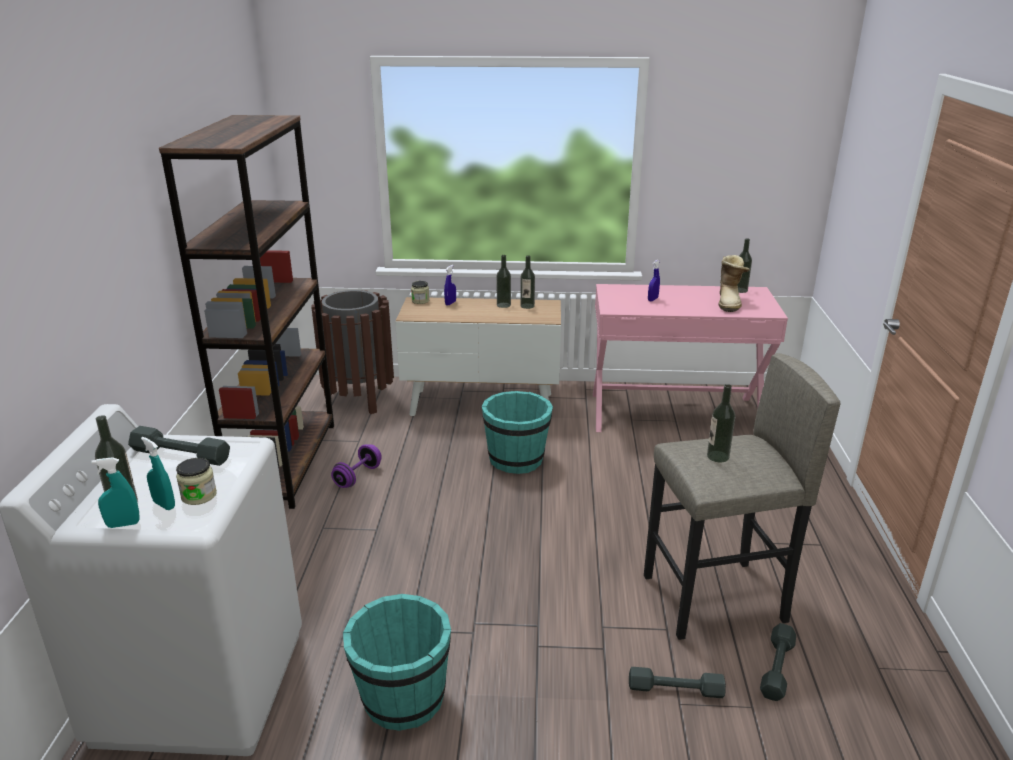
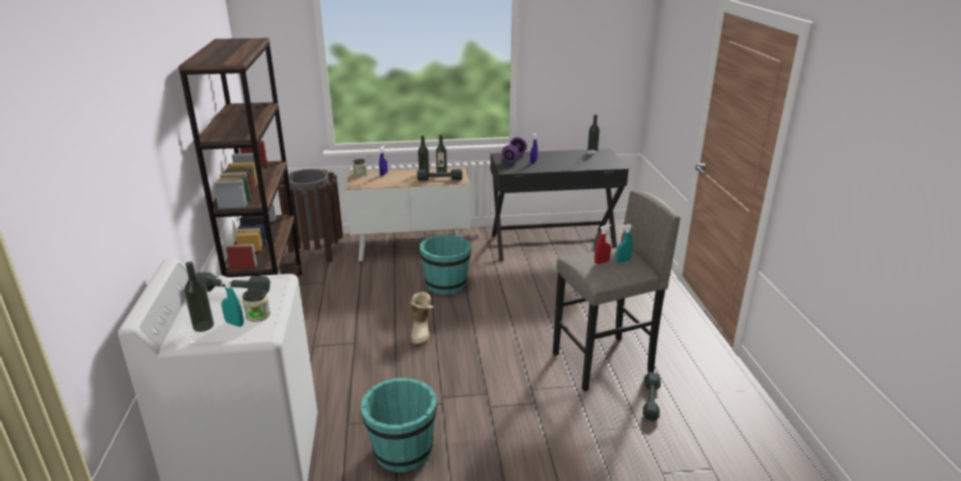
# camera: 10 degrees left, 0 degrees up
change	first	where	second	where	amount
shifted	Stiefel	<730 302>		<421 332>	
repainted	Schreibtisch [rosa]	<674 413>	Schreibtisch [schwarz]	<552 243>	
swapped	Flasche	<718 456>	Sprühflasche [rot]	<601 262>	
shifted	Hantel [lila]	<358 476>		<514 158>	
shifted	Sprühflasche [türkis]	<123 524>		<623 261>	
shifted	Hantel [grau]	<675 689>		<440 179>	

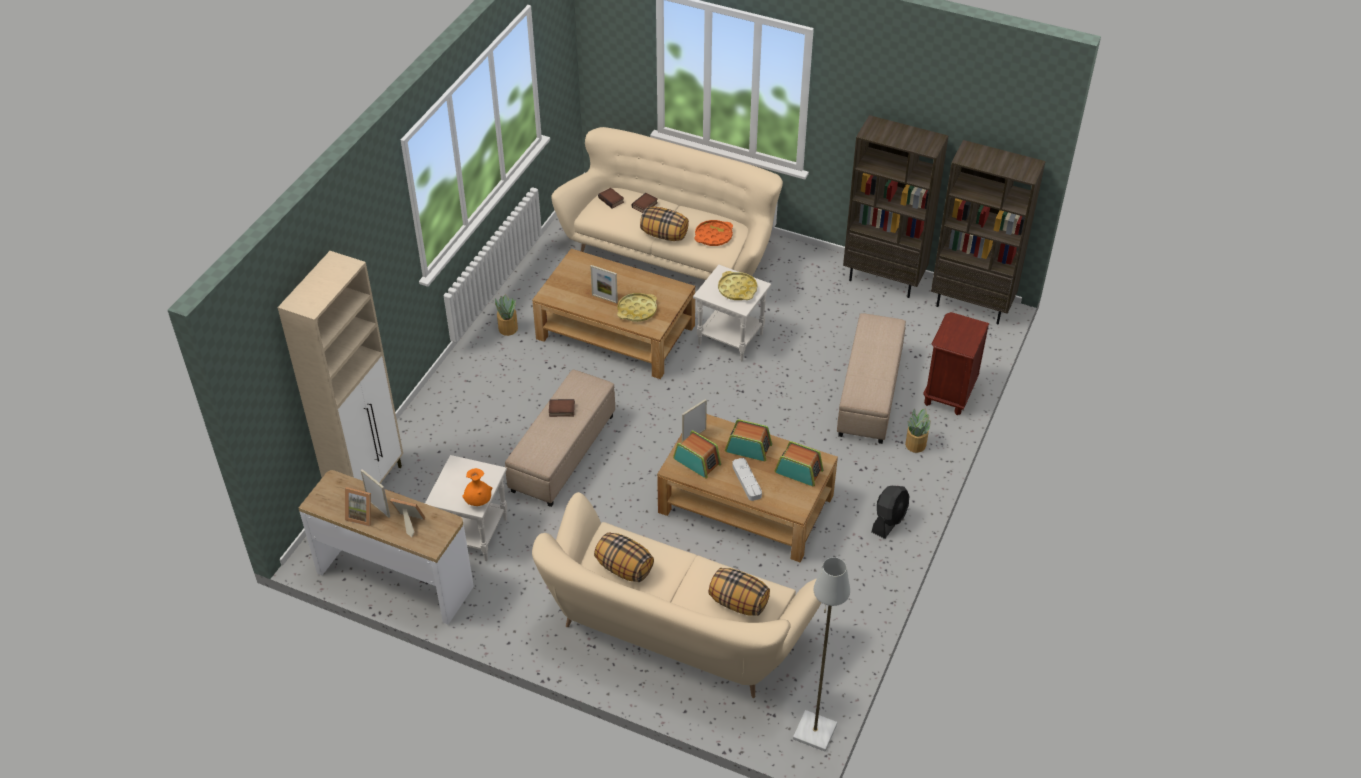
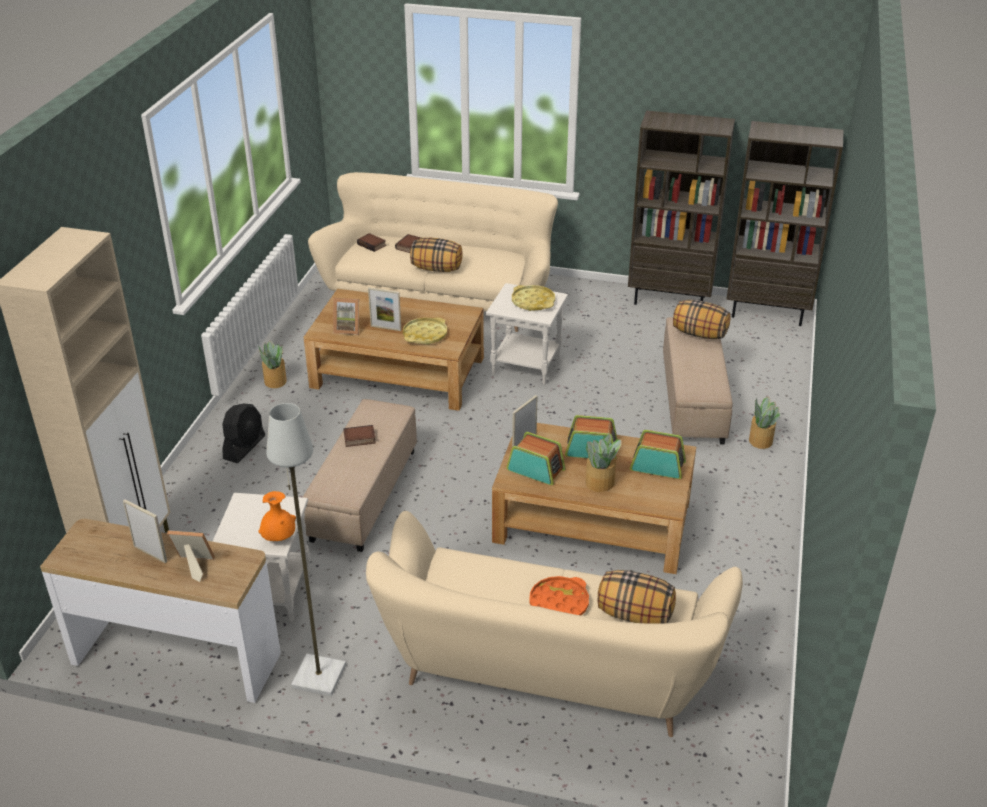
# camera: 10 degrees left, 10 degrees down
change	first	where	second	where	amount
shifted	Tablett [orange]	<713 236>		<558 604>	
gone	Nachttisch [braun]	<949 394>			
swapped	Tablett [grau]	<746 481>	Topfpflanze	<600 482>	
shifted	Ventilator [schwarz]	<889 521>		<244 447>	
shifted	Bilderrahmen	<362 515>		<348 329>	
shifted	Kissen	<624 568>		<699 334>	
shifted	Stehlampe [grau]	<814 732>		<318 677>	

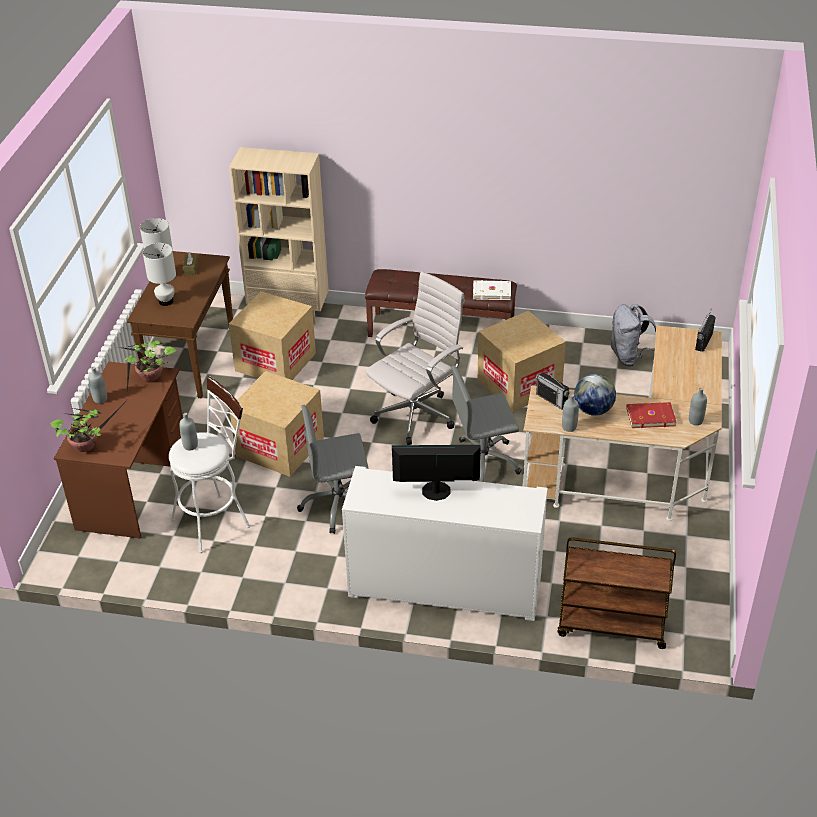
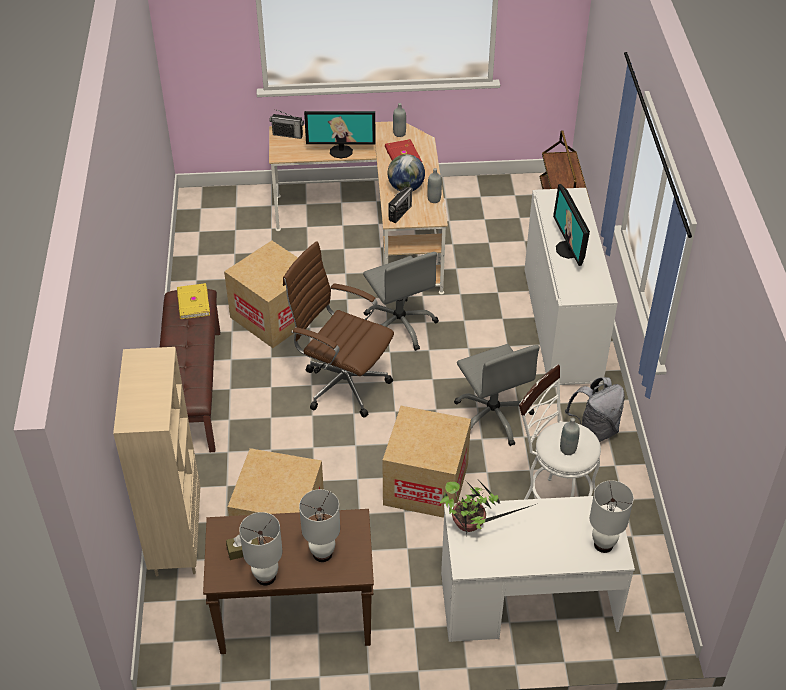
# camera: 105 degrees left, 5 degrees up
change	first	where	second	where	amount
repainted	Bürostuhl [weiß]	<417 414>	Bürostuhl [braun]	<342 384>	
repainted	Buch [weiß]	<491 291>	Buch [gelb]	<192 303>	
shifted	Rucksack [grau]	<629 357>		<594 432>	
repainted	Schreibtisch [braun]	<133 483>	Schreibtisch [weiß]	<527 602>	
gone	Flasche [grau]	<100 399>			
swapped	Topfpflanze	<87 446>	Tischlampe [weiß]	<603 544>	
new			Monitor	<341 151>	

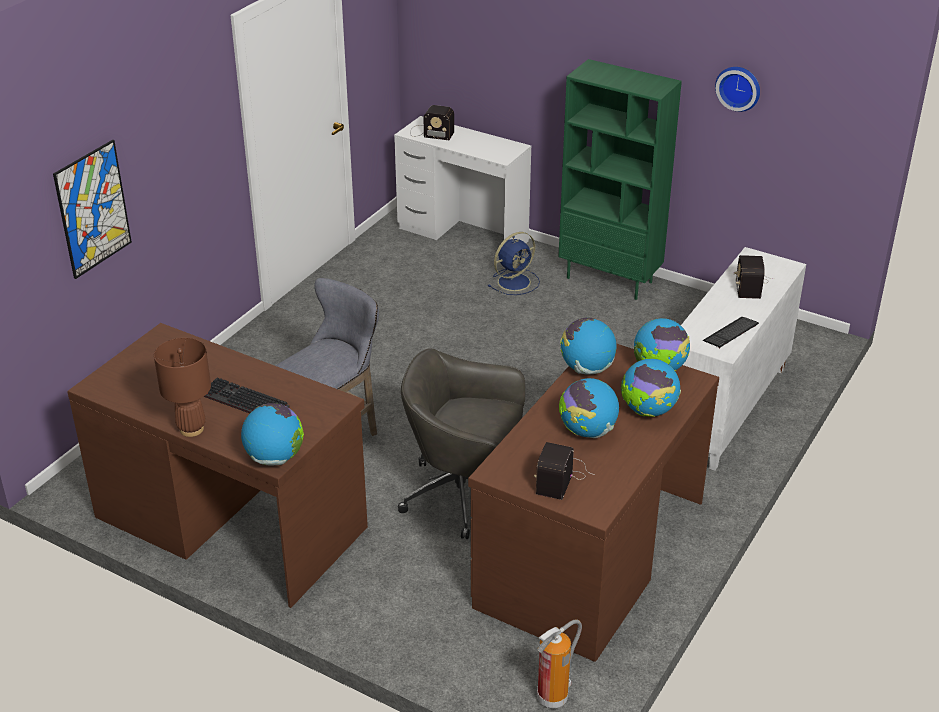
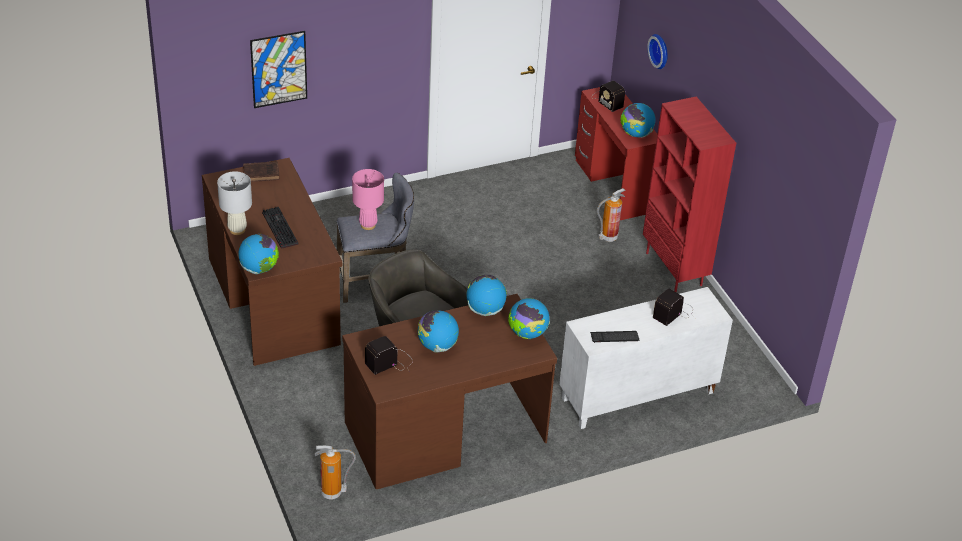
# camera: 35 degrees right, 5 degrees up
change	first	where	second	where	amount
repainted	Bücherregal [grün]	<610 279>	Bücherregal [rot]	<675 269>	
shifted	Wanduhr	<739 87>		<660 51>	
repainted	Schreibtisch [weiß]	<463 235>	Schreibtisch [rot]	<613 186>	
swapped	Ventilator [blau]	<515 281>	Feuerlöscher	<608 237>	
repainted	Tischlampe [braun]	<191 429>	Tischlampe [weiß]	<237 230>	
shifted	Globus	<648 411>		<636 134>	
new			Buch [braun]	<262 173>	
new			Tischlampe [rosa]	<368 225>	

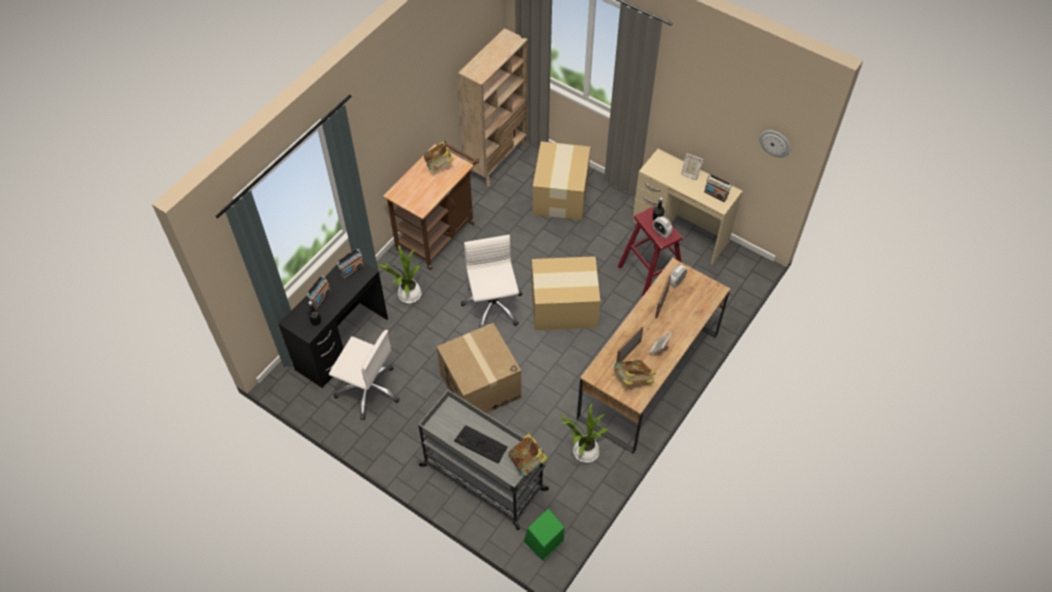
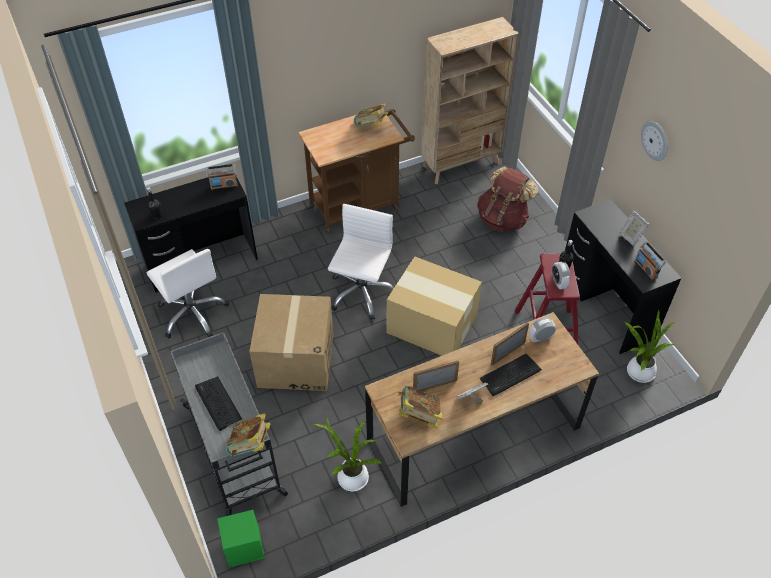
# camera: 30 degrees right, 5 degrees down
change	first	where	second	where	amount
shifted	Wanduhr	<775 143>		<655 140>	
swapped	Karton	<561 194>	Rucksack [braun]	<502 219>	
repainted	Schreibtisch [beige]	<680 231>	Schreibtisch [schwarz]	<606 306>	
shifted	Topfpflanze	<408 295>		<638 372>	
gone	Radio	<321 298>			
new			Tastatur	<510 375>	

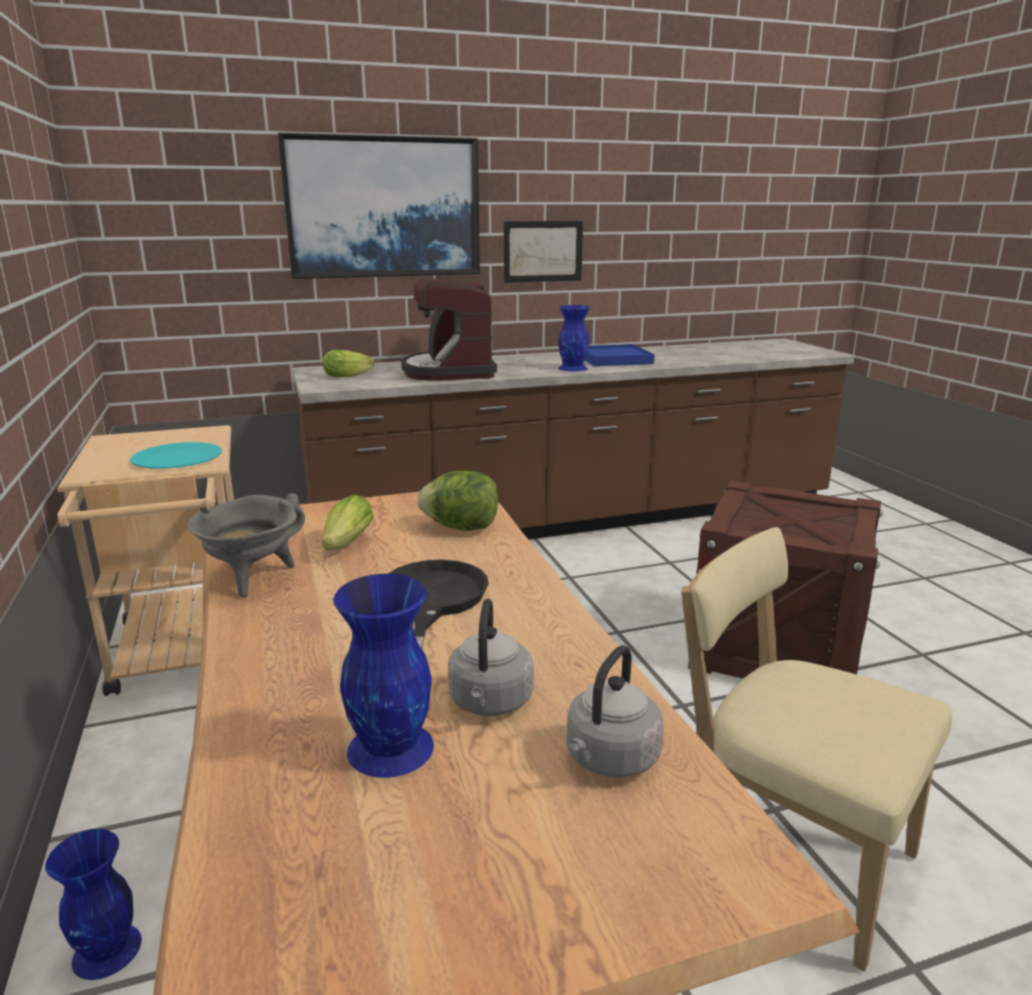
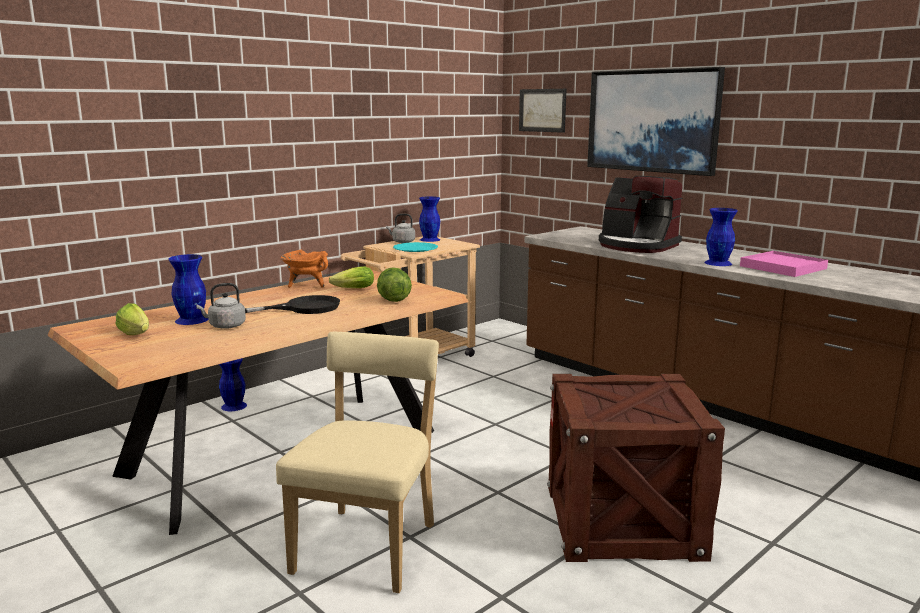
# camera: 65 degrees right, 5 degrees down
change	first	where	second	where	amount
shifted	Bild	<543 251>		<542 110>	
rotated	Kaffeemaschine	<449 371>		<637 245>	105 degrees counterclockwise
repainted	Tablett [blau]	<614 359>	Tablett [rosa]	<782 267>	
shifted	Salatkopf	<350 376>		<136 334>	
repainted	Kochtopf [grau]	<252 579>	Kochtopf [orange]	<306 285>	
shifted	Wasserkessel [grau]	<609 760>		<402 242>	
new			Vase [blau]	<430 239>	

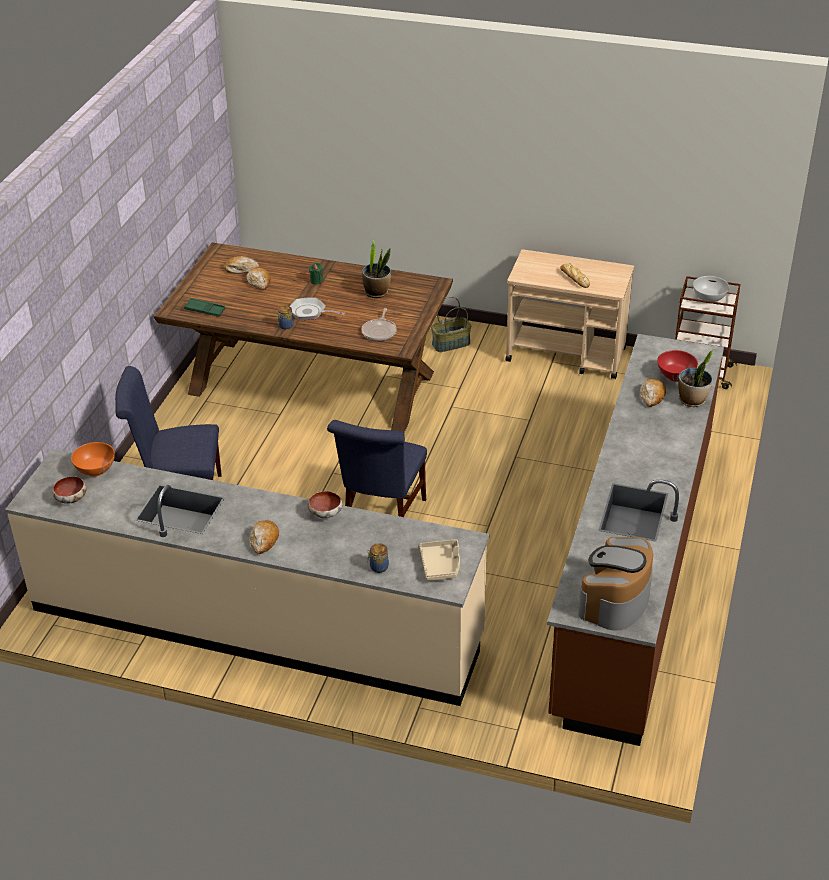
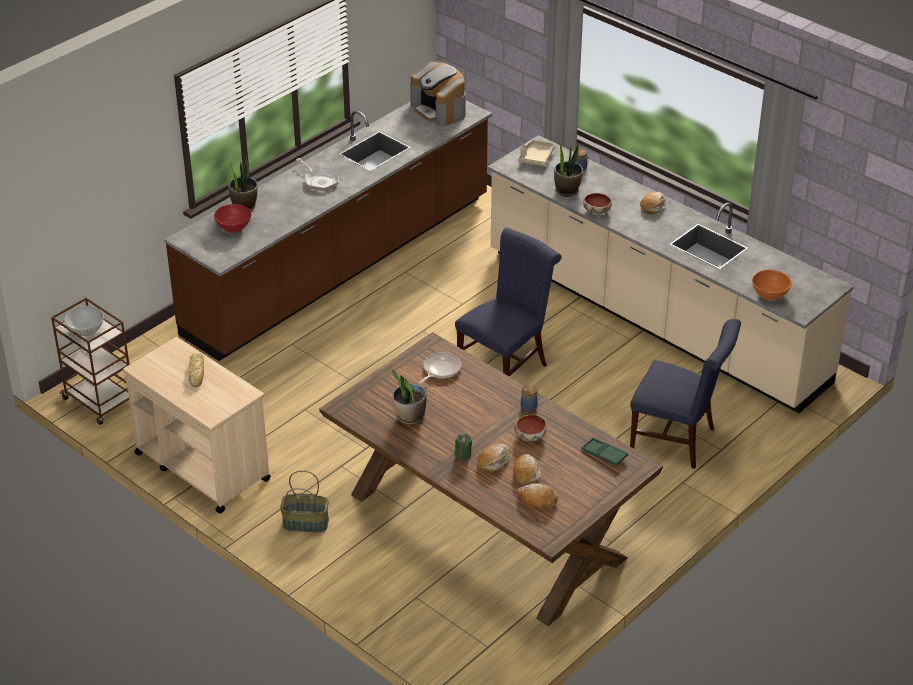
# camera: 155 degrees left, 0 degrees up
change	first	where	second	where	amount
shifted	Pfanne	<310 312>		<320 181>	
shifted	Brot	<652 396>		<493 461>	
shifted	Schüssel	<71 498>		<530 435>	
rotated	Kaffeemaschine	<615 600>		<439 110>	90 degrees clockwise
new			Topfpflanze	<567 190>	

